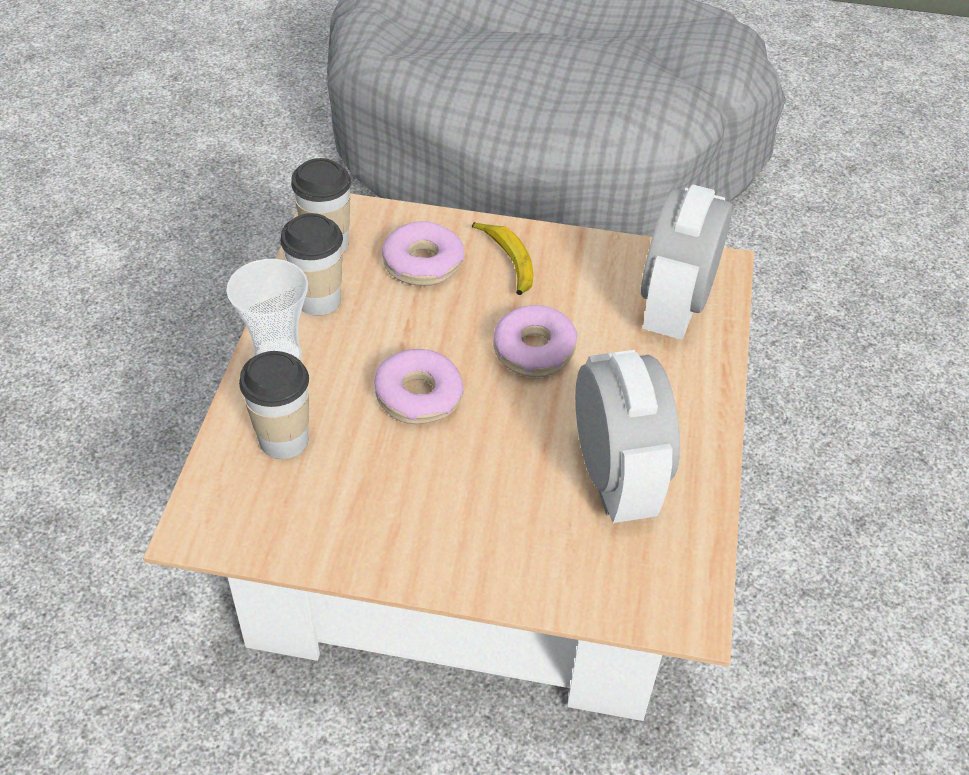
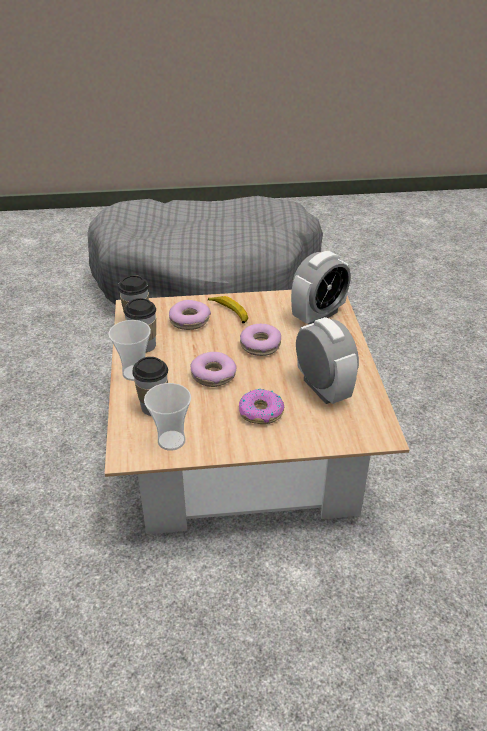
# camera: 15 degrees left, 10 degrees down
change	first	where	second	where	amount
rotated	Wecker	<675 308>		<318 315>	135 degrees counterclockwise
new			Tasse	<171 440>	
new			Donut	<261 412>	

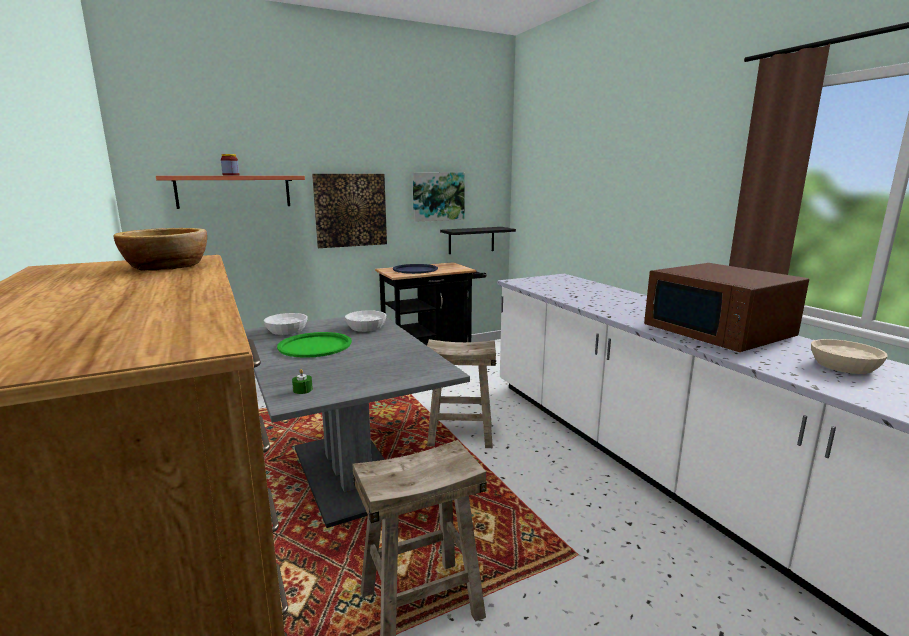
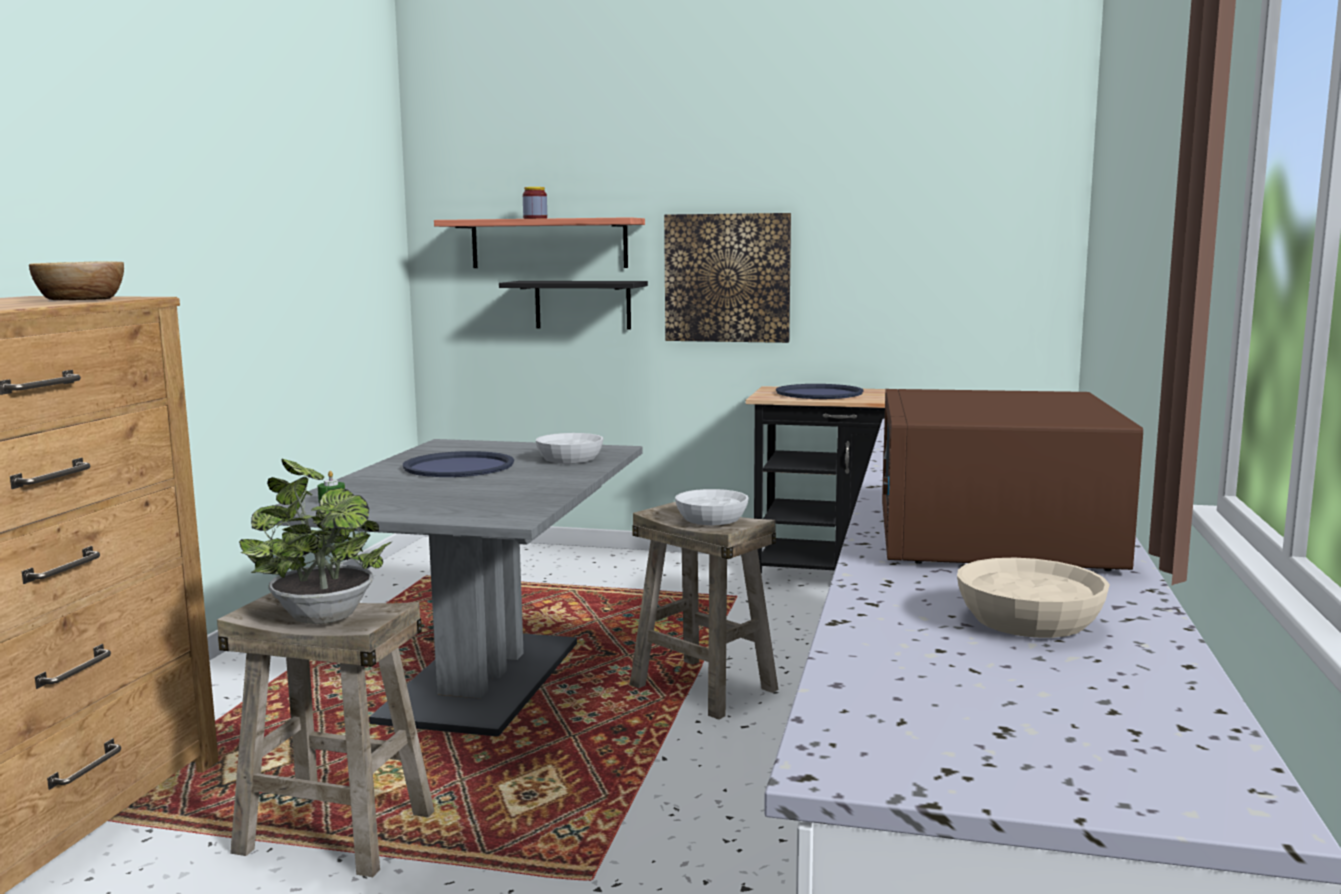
# camera: 40 degrees right, 5 degrees down
change	first	where	second	where	amount
gone	Bild	<438 196>			
shifted	Wandregal [schwarz]	<471 240>		<582 304>	
shifted	Schüssel [weiß]	<286 331>		<711 519>	
repainted	Tablett [grün]	<315 346>	Tablett [blau]	<459 466>	
new			Topfpflanze	<320 615>	

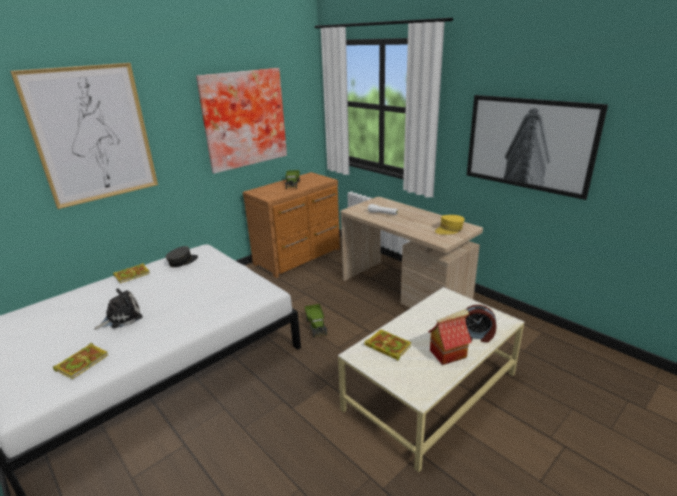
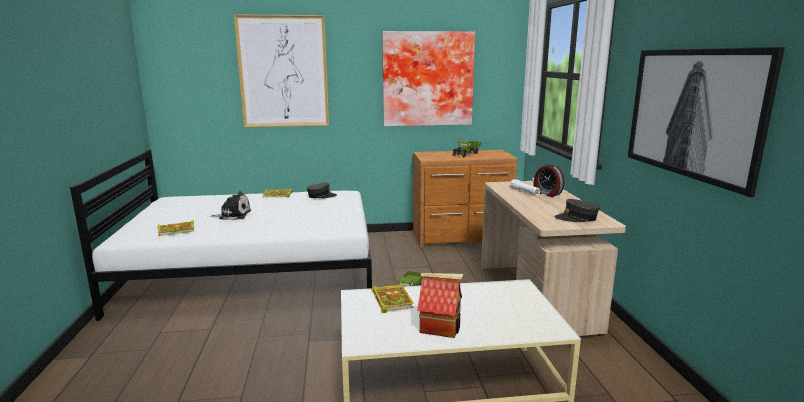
# camera: 35 degrees right, 10 degrees down
change	first	where	second	where	amount
repainted	Kappe [gelb]	<449 229>	Kappe [grau]	<577 218>	
shifted	Wecker	<476 336>		<547 193>	

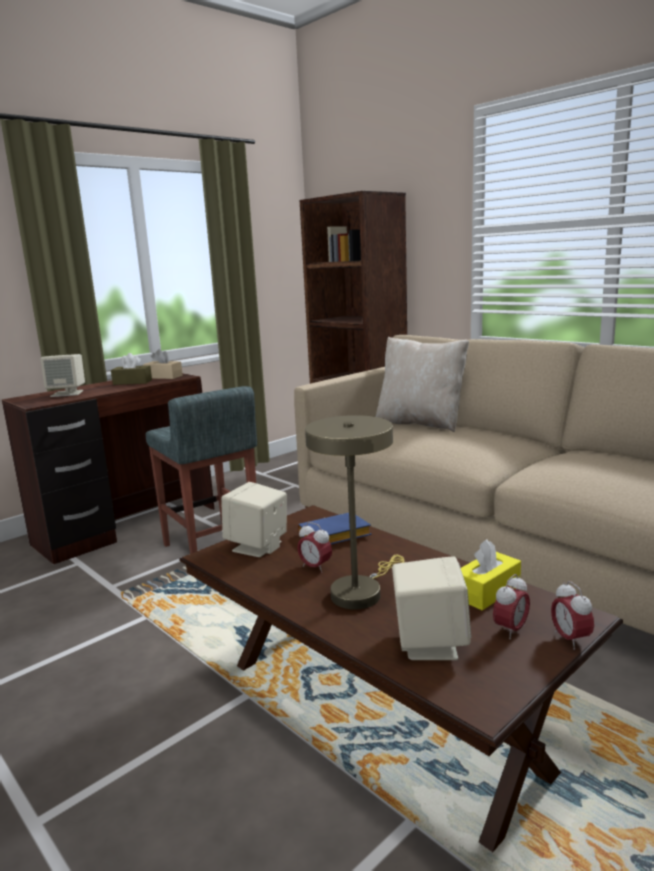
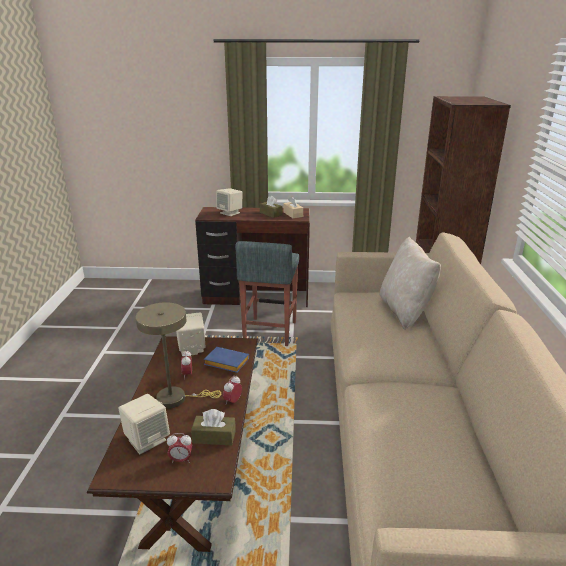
# camera: 45 degrees right, 10 degrees up
change	first	where	second	where	amount
repainted	Taschentuchbox [gelb]	<487 591>	Taschentuchbox [braun]	<214 437>	
shifted	Wecker	<570 639>		<232 401>	

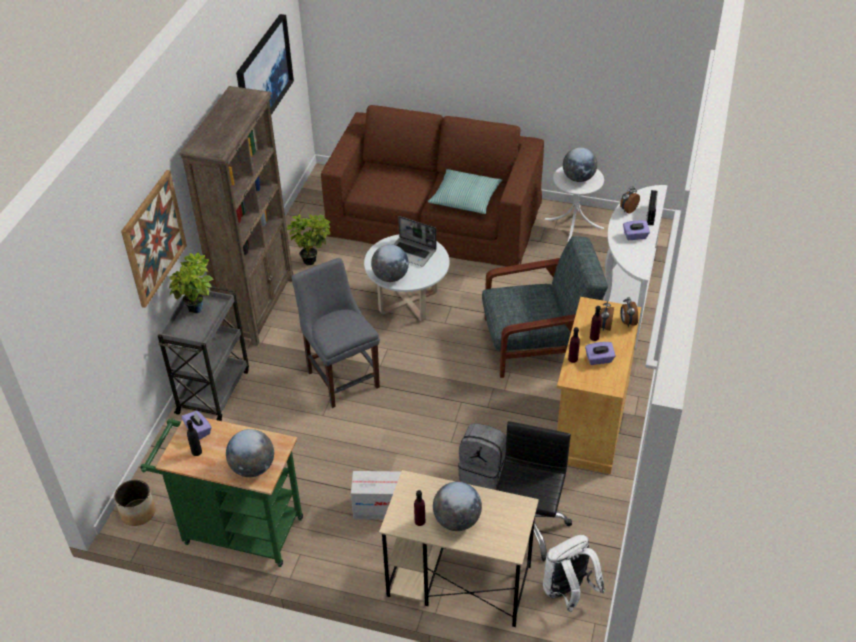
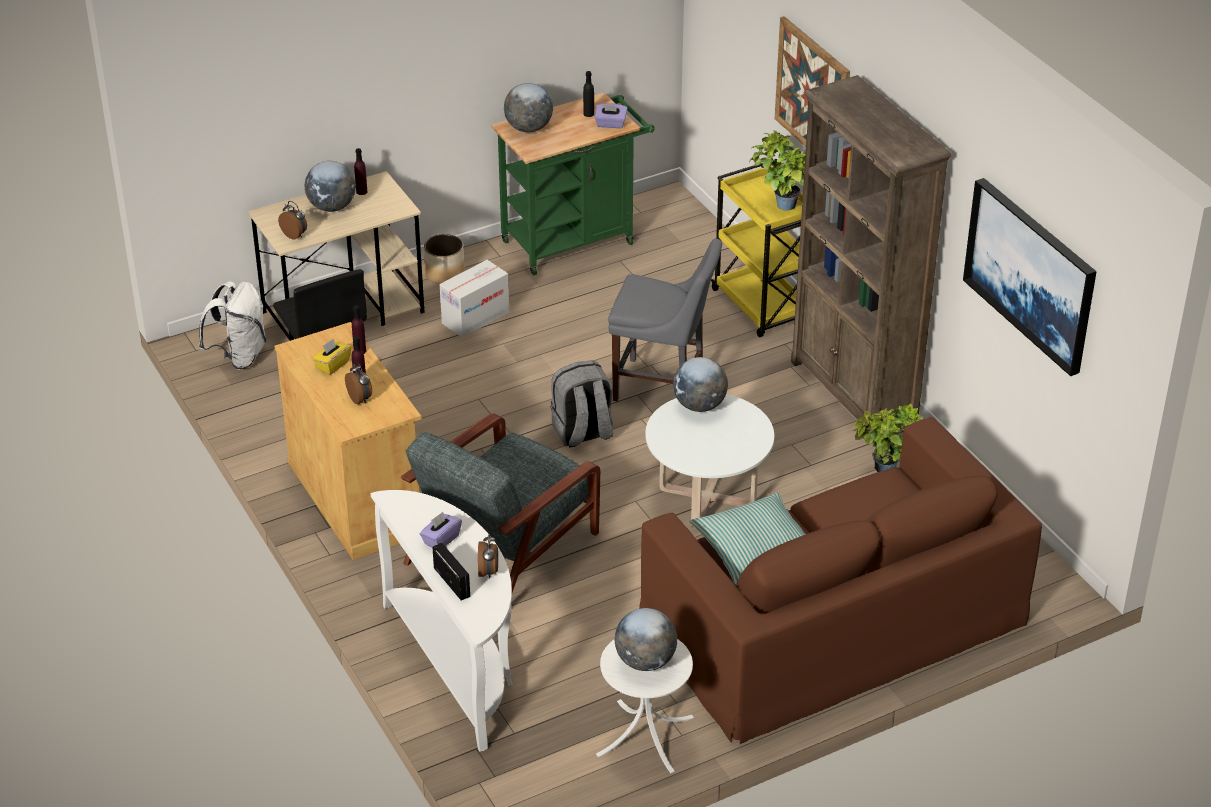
# camera: 135 degrees right, 5 degrees down
change	first	where	second	where	amount
gone	Laptop	<412 252>			
repainted	Rollwagen [grau]	<214 390>	Rollwagen [gelb]	<763 306>	
shifted	Wecker	<627 322>		<295 235>	
repainted	Taschentuchbox [lila]	<599 359>	Taschentuchbox [gelb]	<332 365>	
shifted	Rucksack [grau]	<483 472>		<582 433>	
shifted	Pflanzkübel	<138 512>		<445 274>	

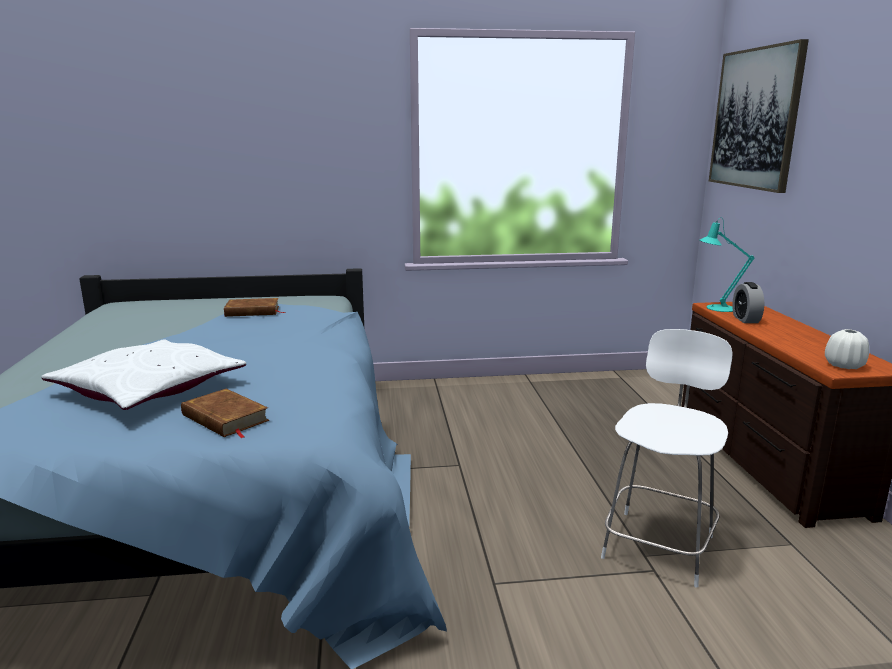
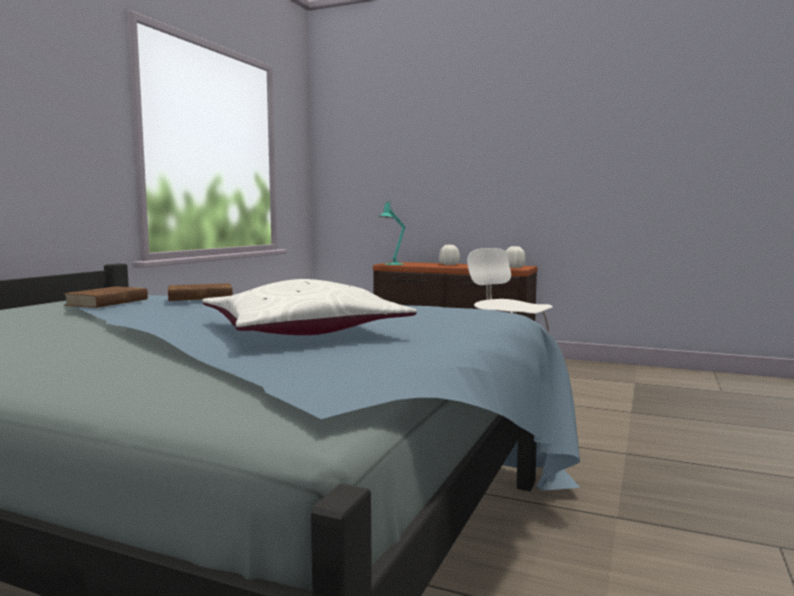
# camera: 60 degrees left, 10 degrees down
change	first	where	second	where	amount
gone	Bild	<755 119>			
gone	Wecker	<745 319>			
shifted	Buch [braun]	<225 418>		<201 297>	
new			Vase [weiß]	<449 264>	

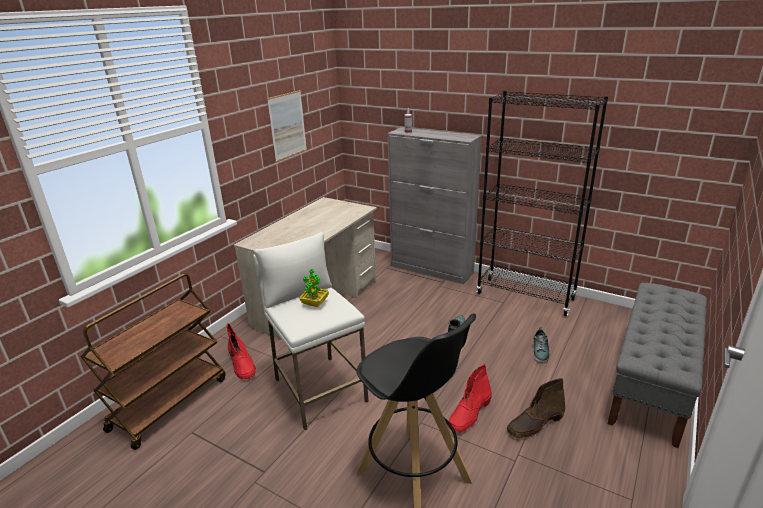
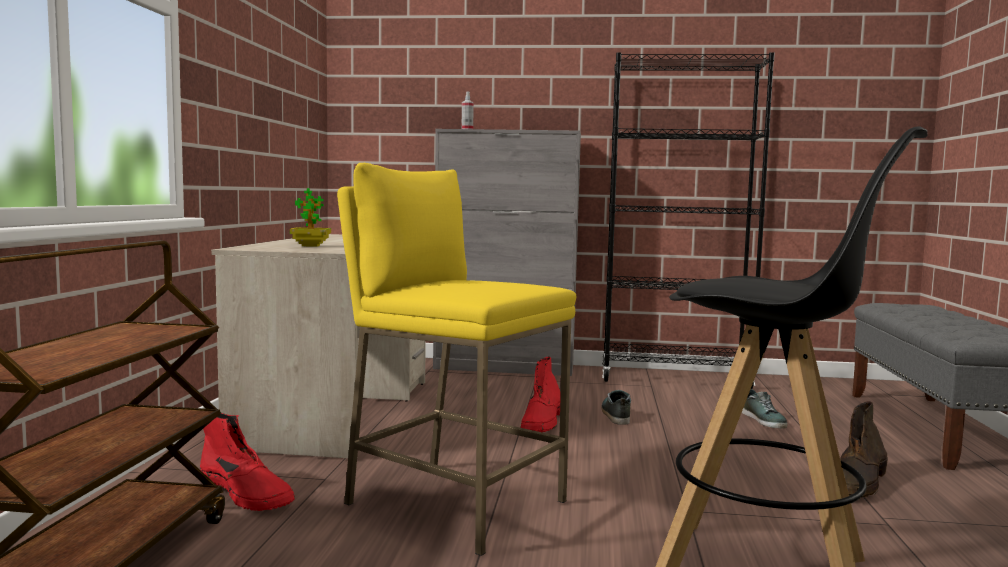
# camera: 25 degrees left, 20 degrees down
change	first	where	second	where	amount
gone	Bild	<287 125>			
repainted	Hocker [weiß]	<319 390>	Hocker [gelb]	<454 503>	
shifted	Topfpflanze	<315 303>		<311 245>	
shifted	Stiefel [rot]	<469 414>		<542 423>	

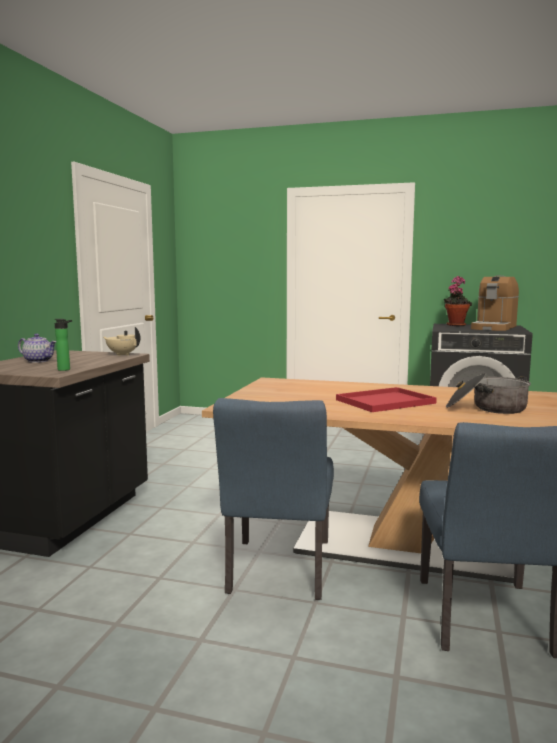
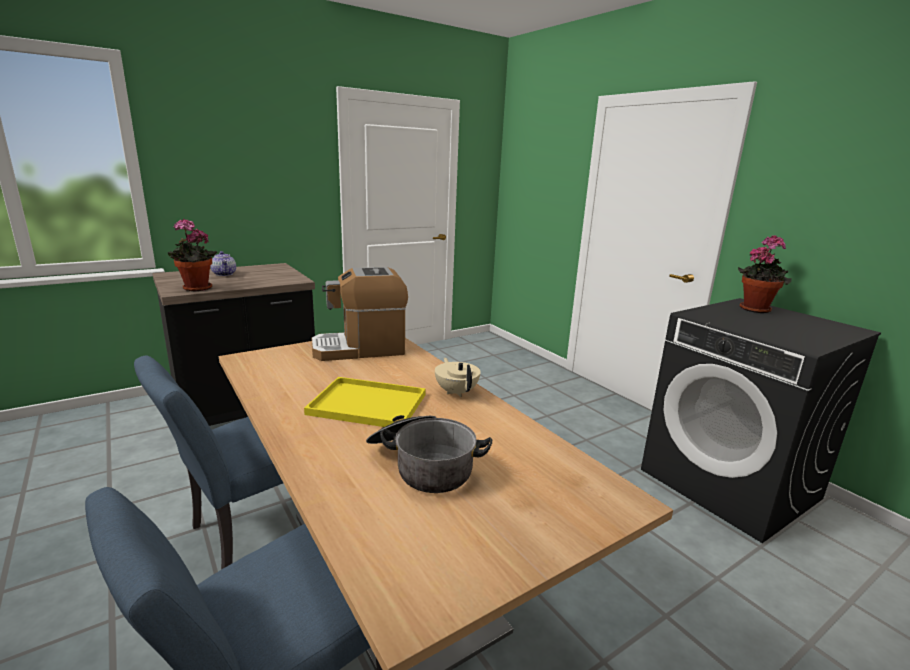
# camera: 40 degrees right, 10 degrees up
change	first	where	second	where	amount
shifted	Kaffeemaschine	<494 328>		<360 349>	
swapped	Flasche	<65 370>	Topfpflanze	<195 289>	
shifted	Teekanne [beige]	<122 354>		<456 392>	
repainted	Tablett [rot]	<384 402>	Tablett [gelb]	<365 404>	

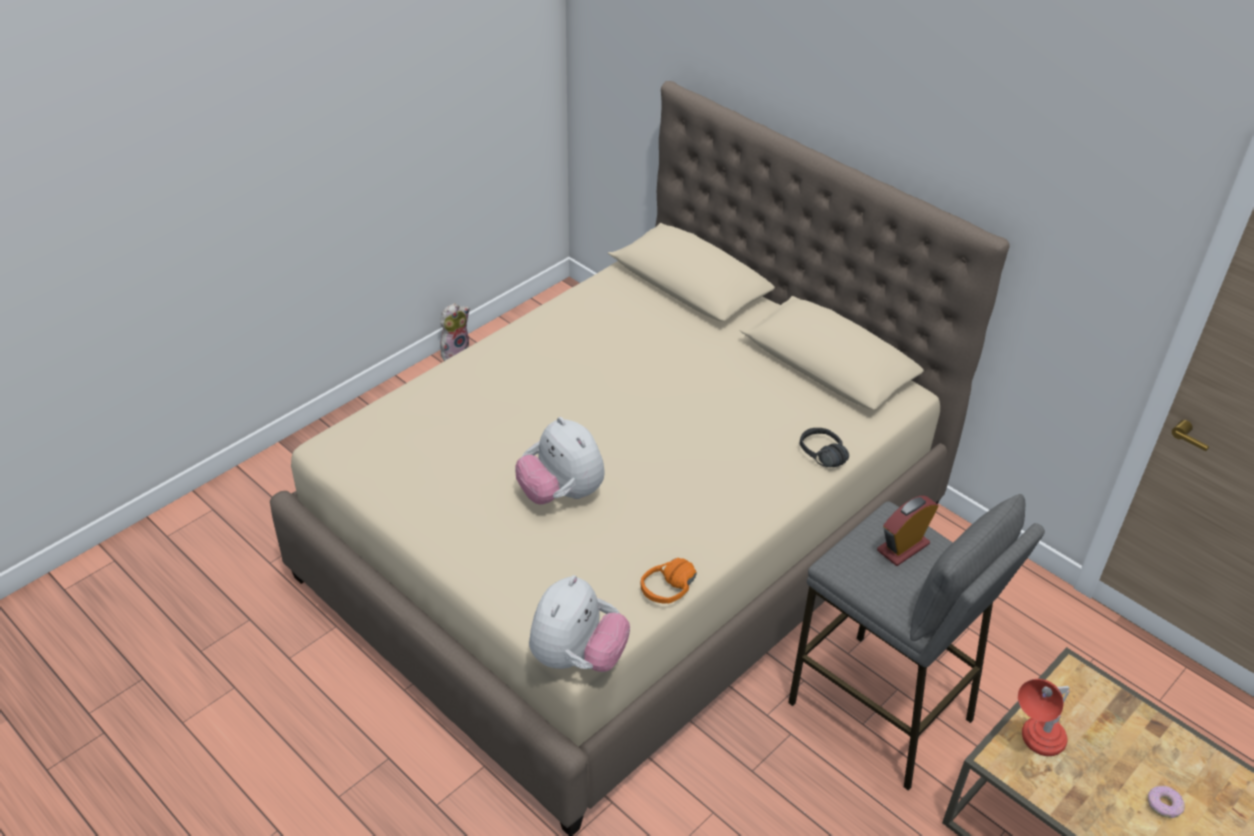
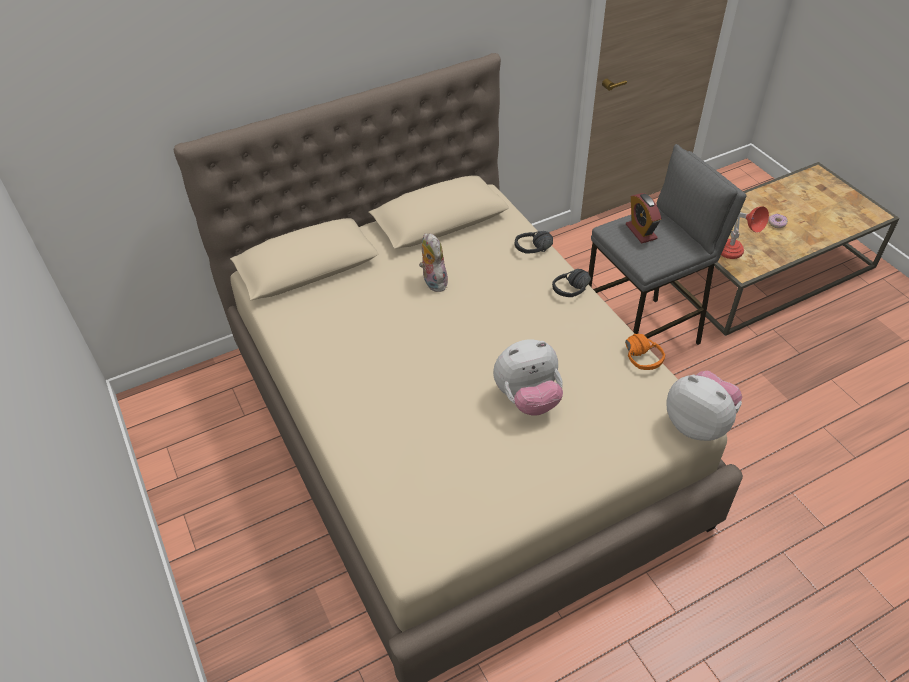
# camera: 70 degrees left, 5 degrees up
change	first	where	second	where	amount
shifted	Plüschtier	<455 352>		<433 282>	
new			Kopfhörer [schwarz]	<575 293>	

